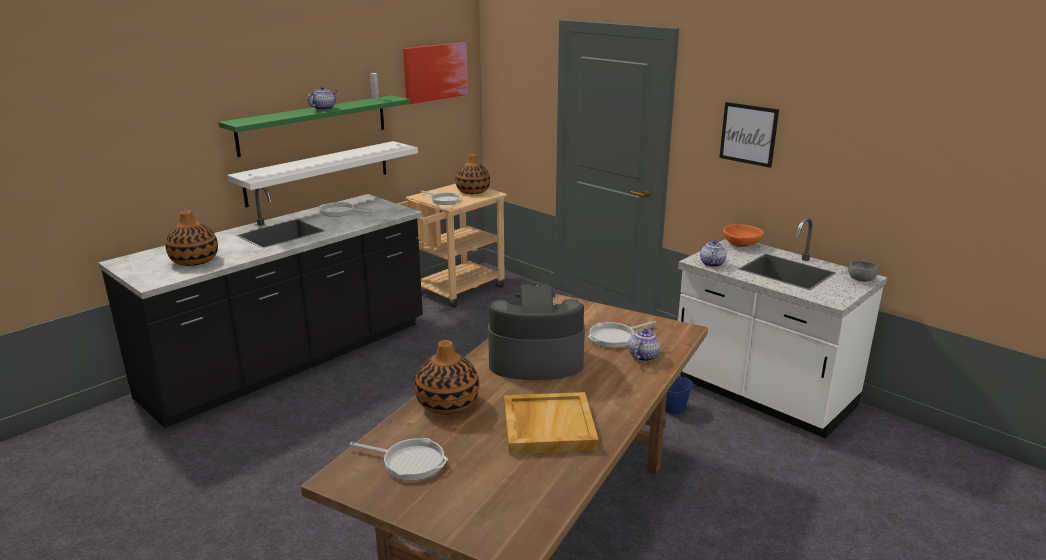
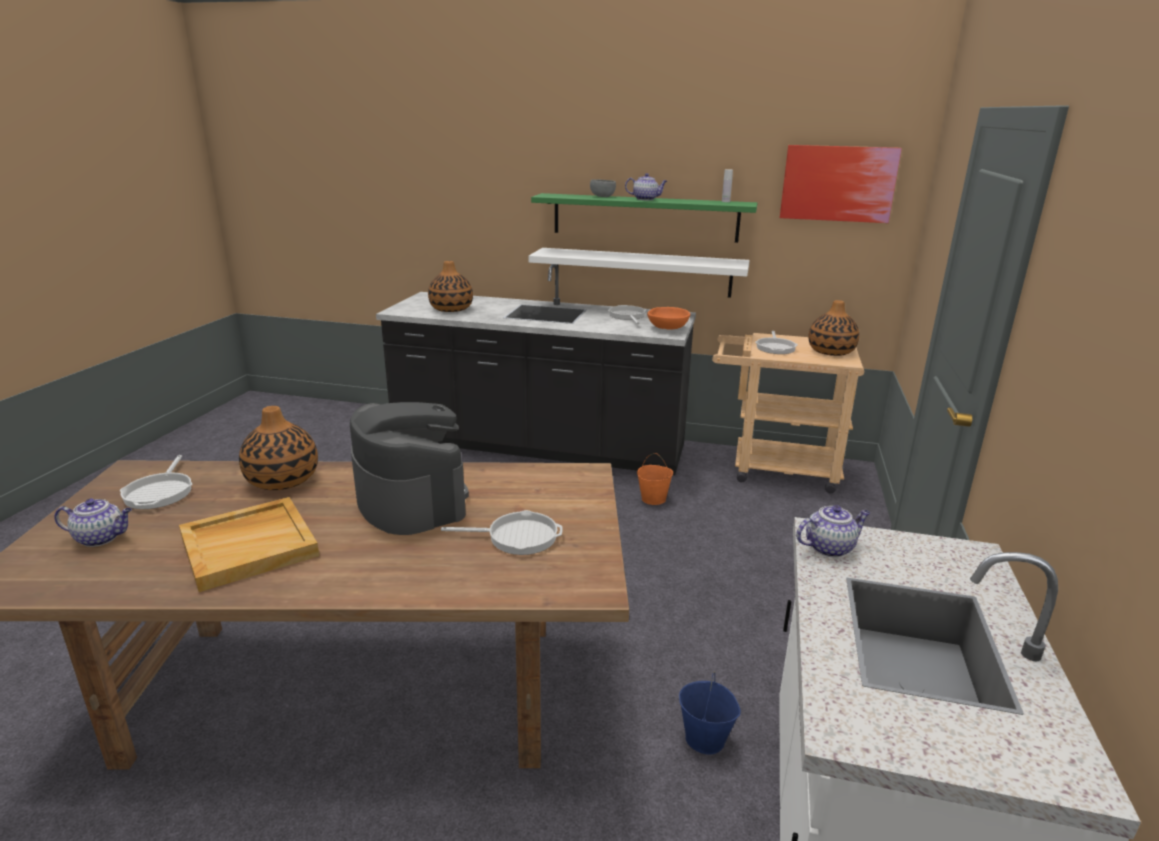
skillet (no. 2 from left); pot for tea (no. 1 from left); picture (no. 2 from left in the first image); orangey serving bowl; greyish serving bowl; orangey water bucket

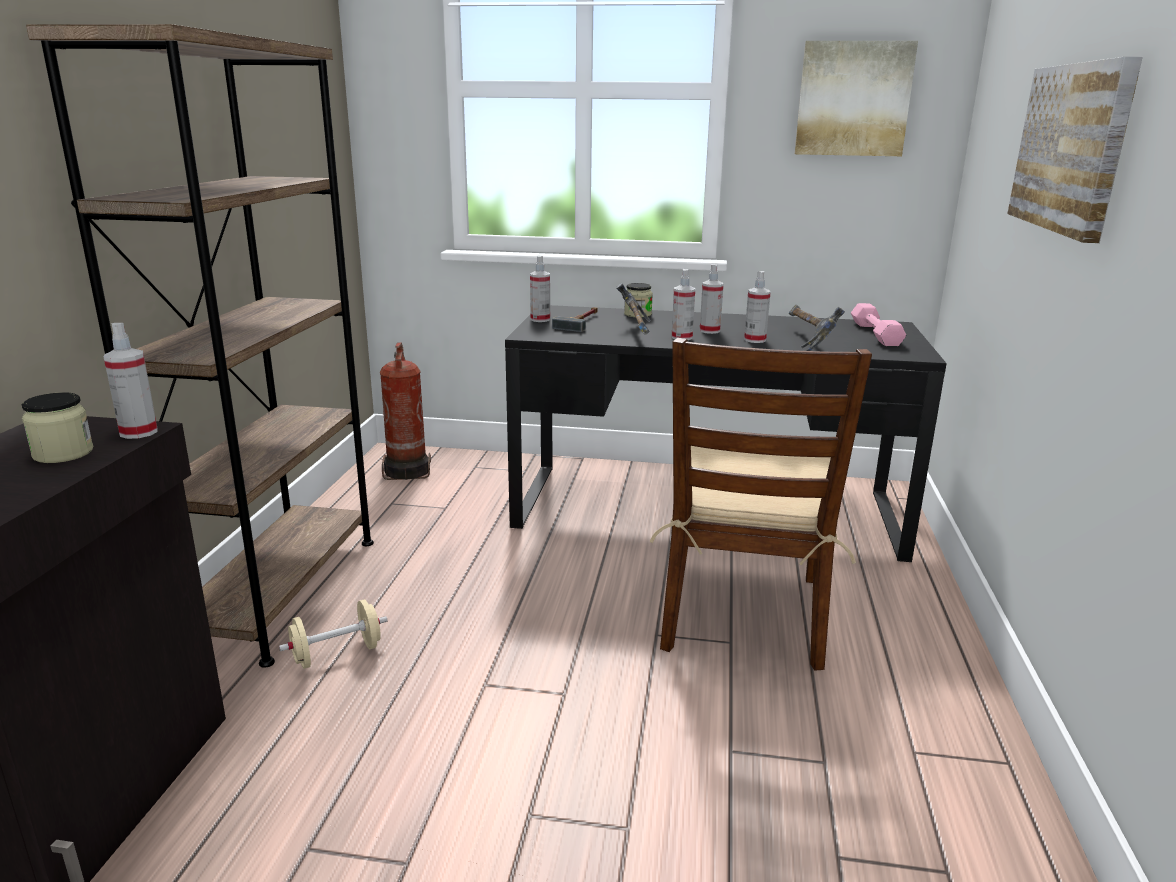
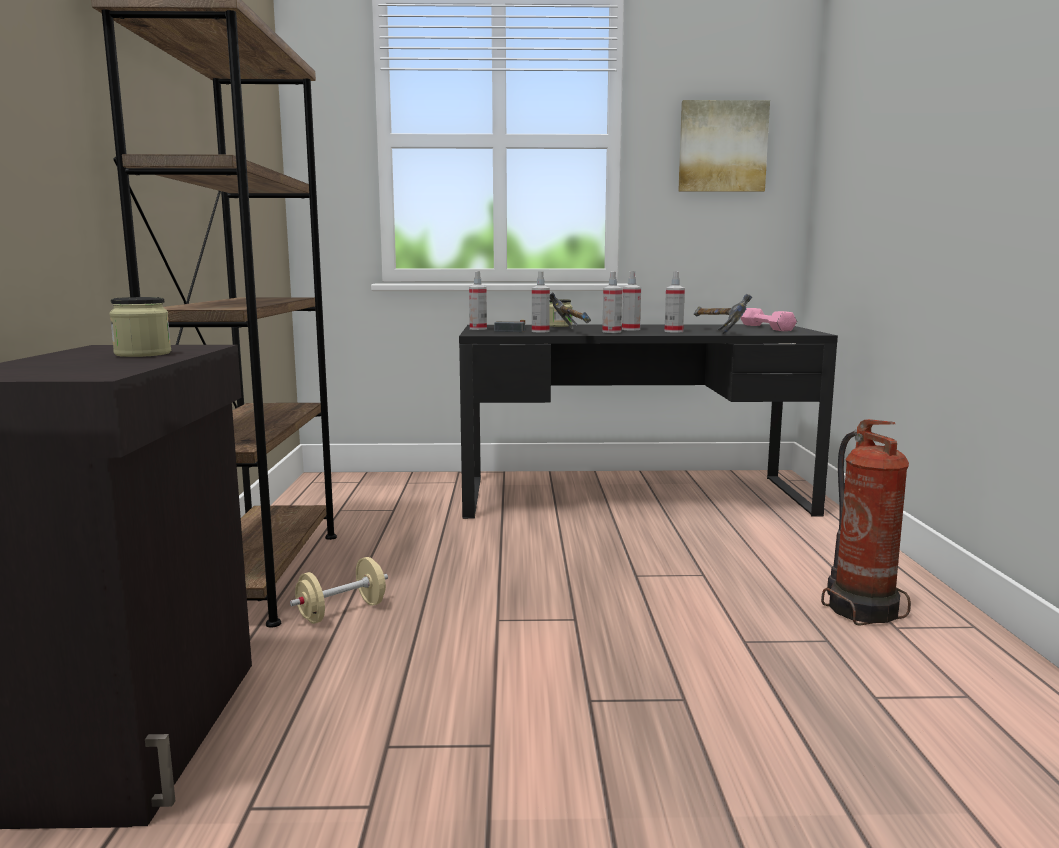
spray bottle (no. 2 from left); fire-fighting cylinder; brown plain chair; picture (no. 2 from left in the first image)

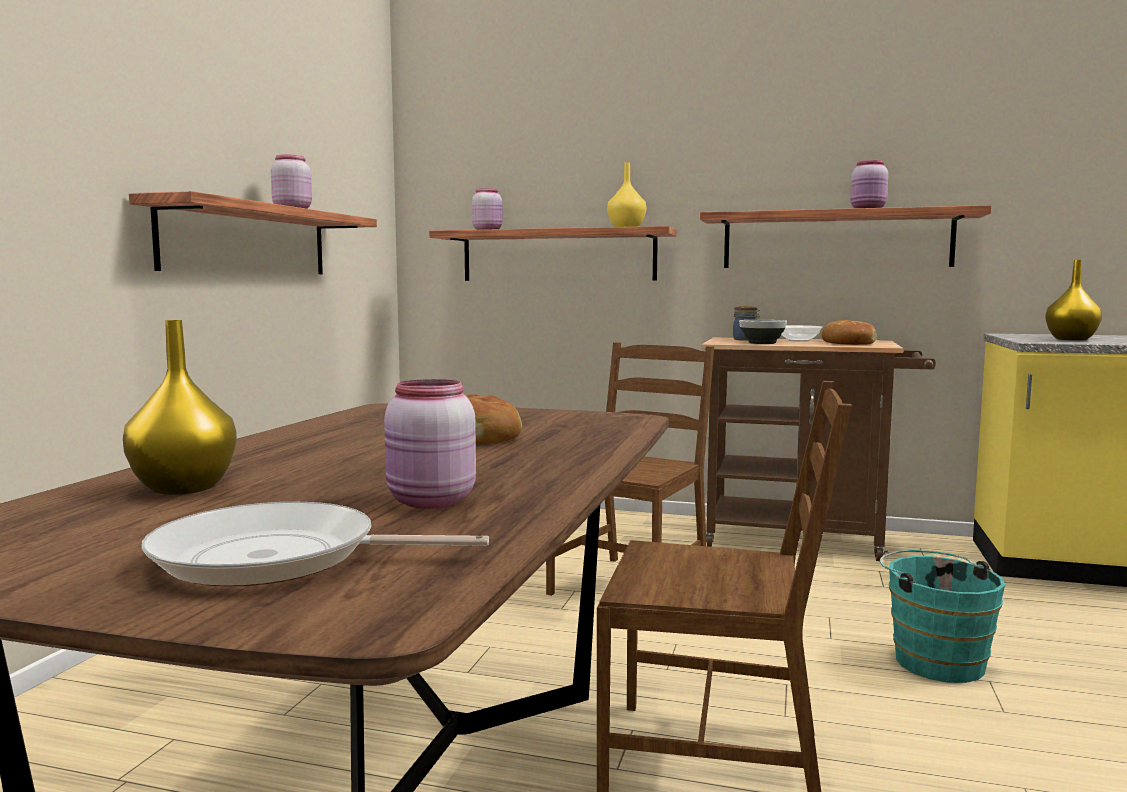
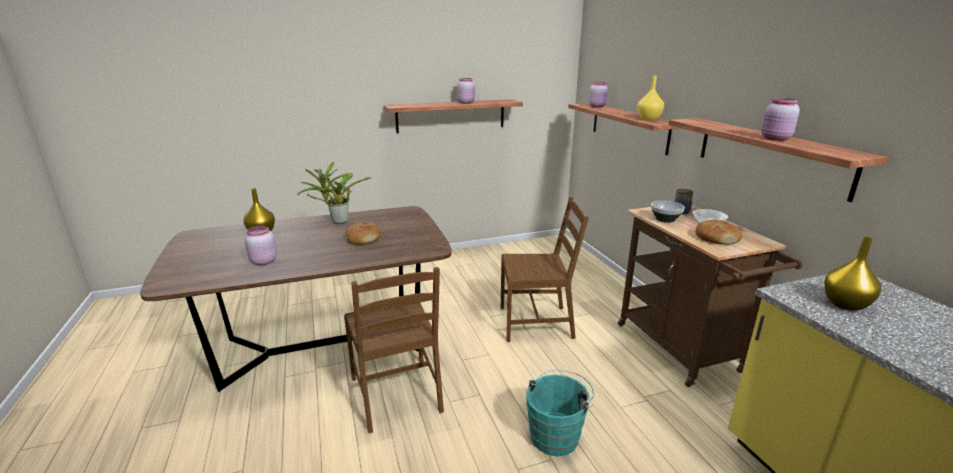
skillet; houseplant

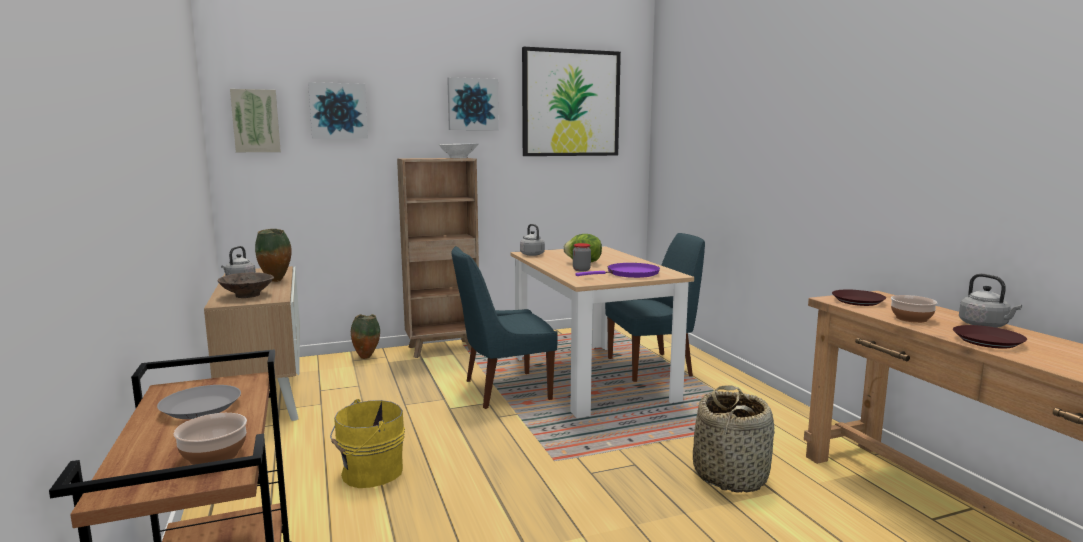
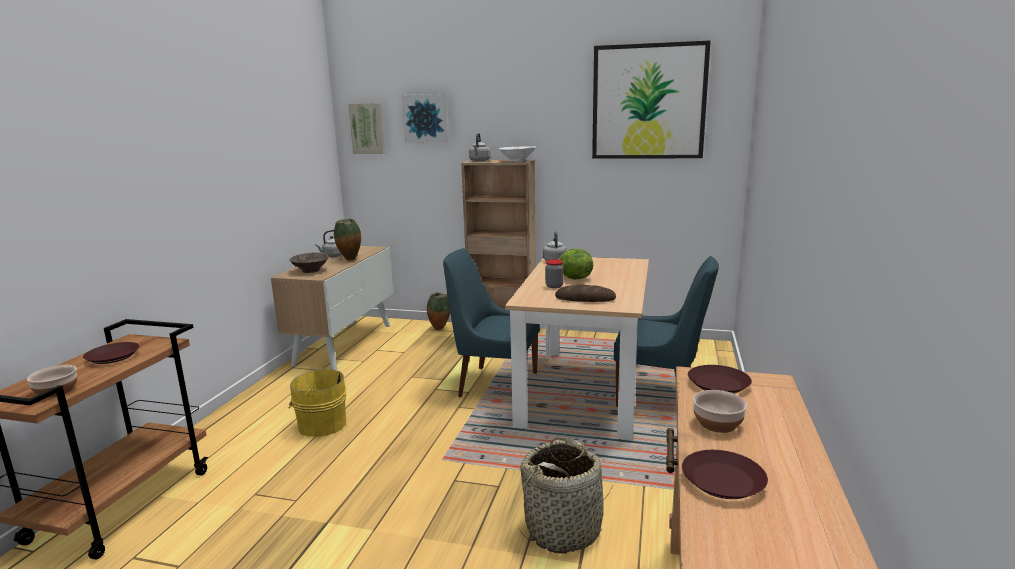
brown plate (no. 1 from left); picture (no. 3 from left in the first image); bakery bread; greyish kettle (no. 2 from left)

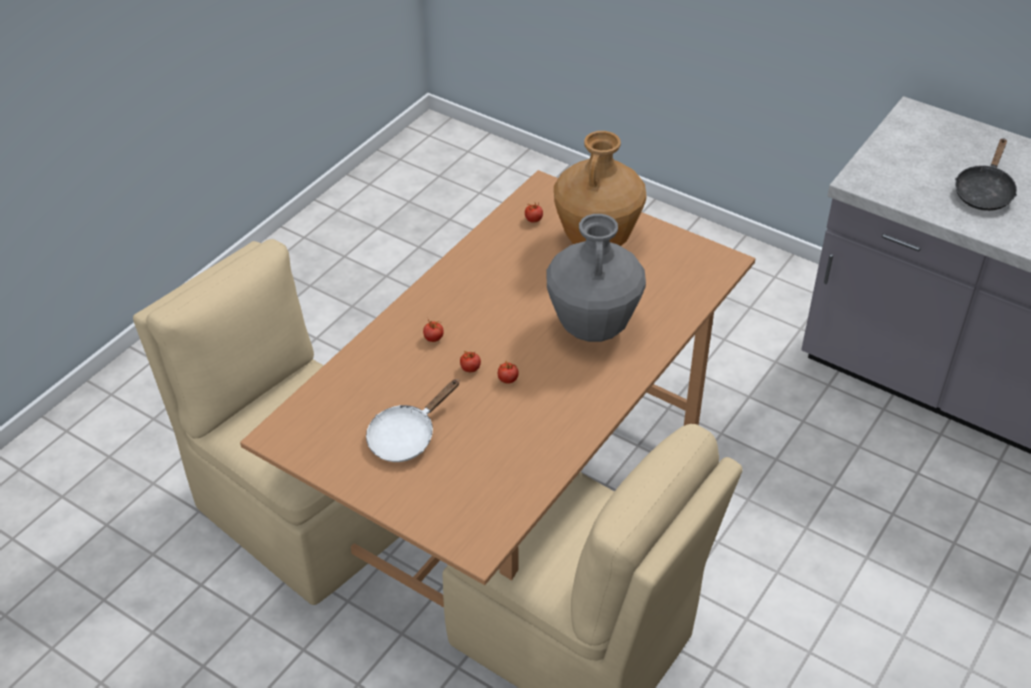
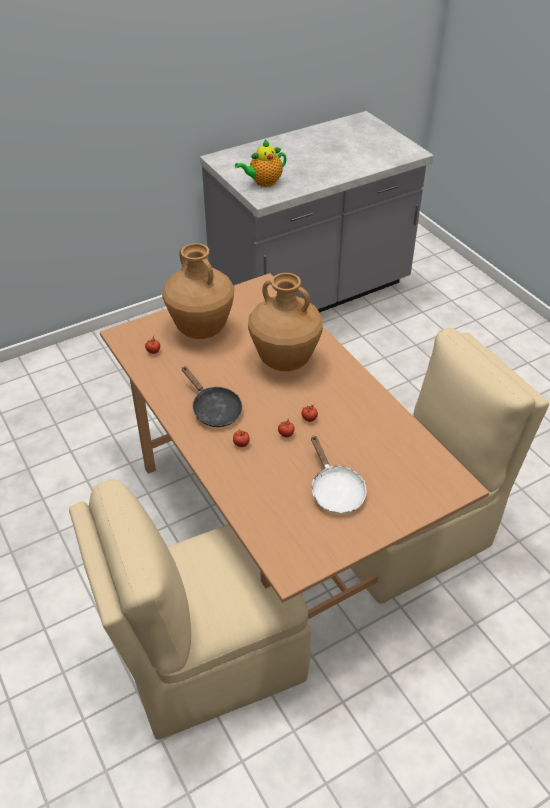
brown flower vase (no. 2 from left); black-coloured skillet; pot for tea

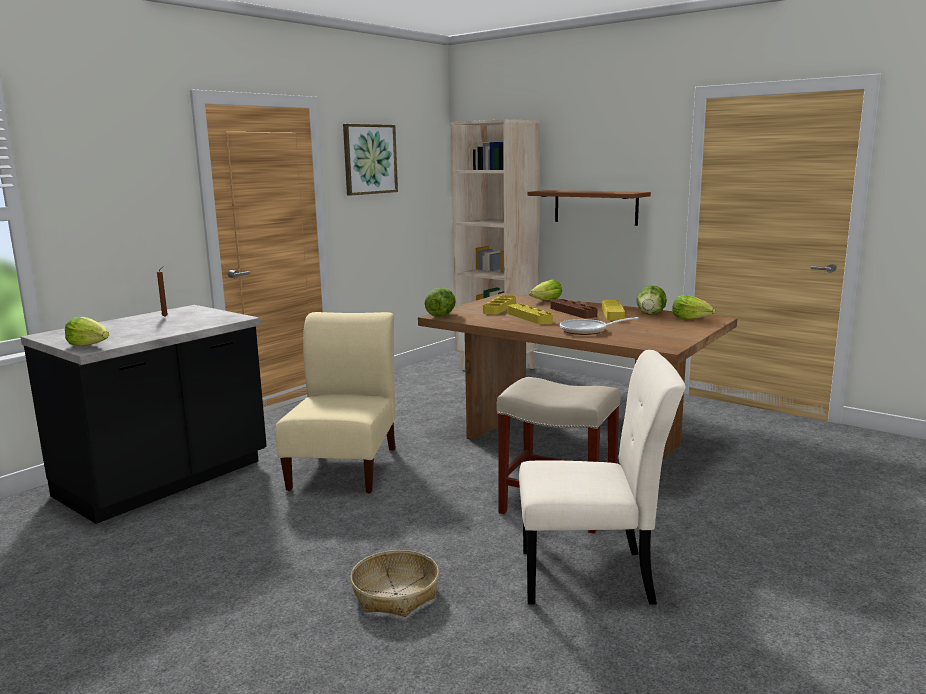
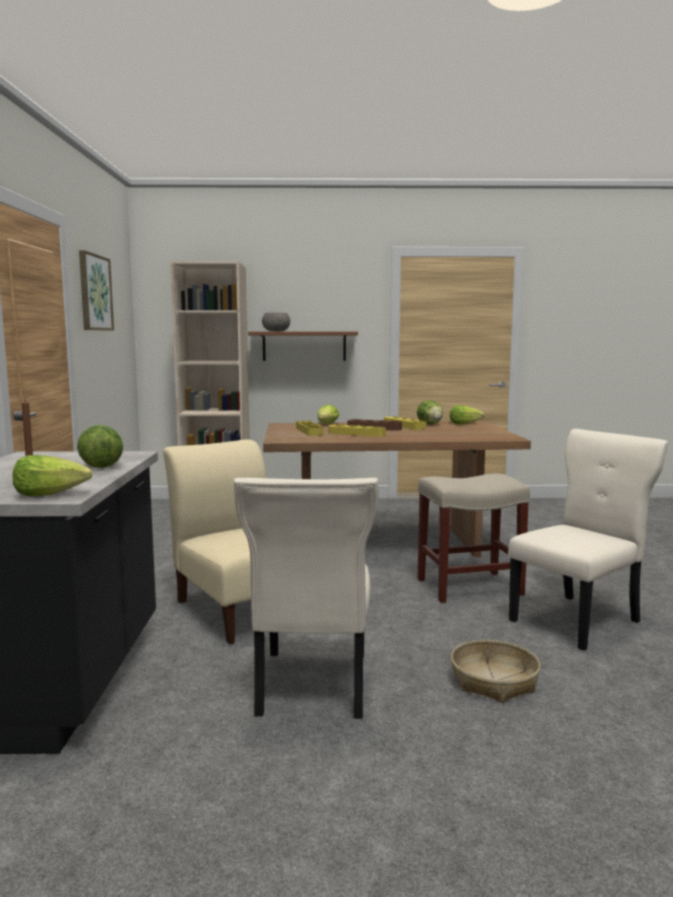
lettuce (no. 2 from left); skillet; sand-coloured plain chair (no. 2 from left); greyish serving bowl

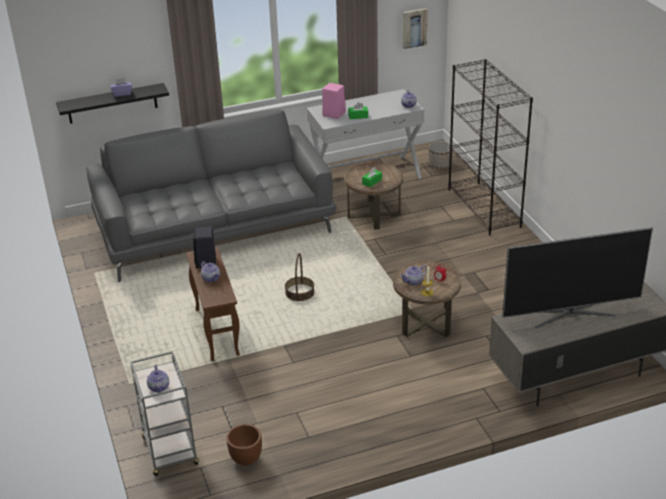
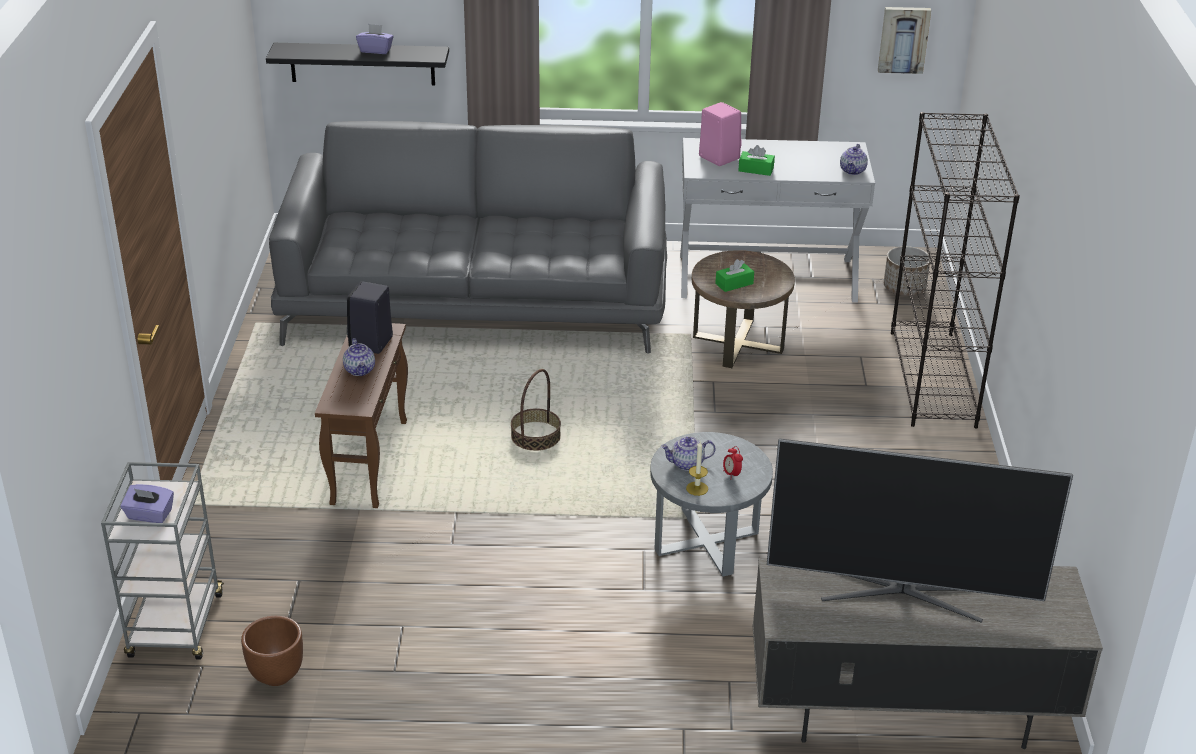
purple tissue box (no. 1 from left); greyish end table

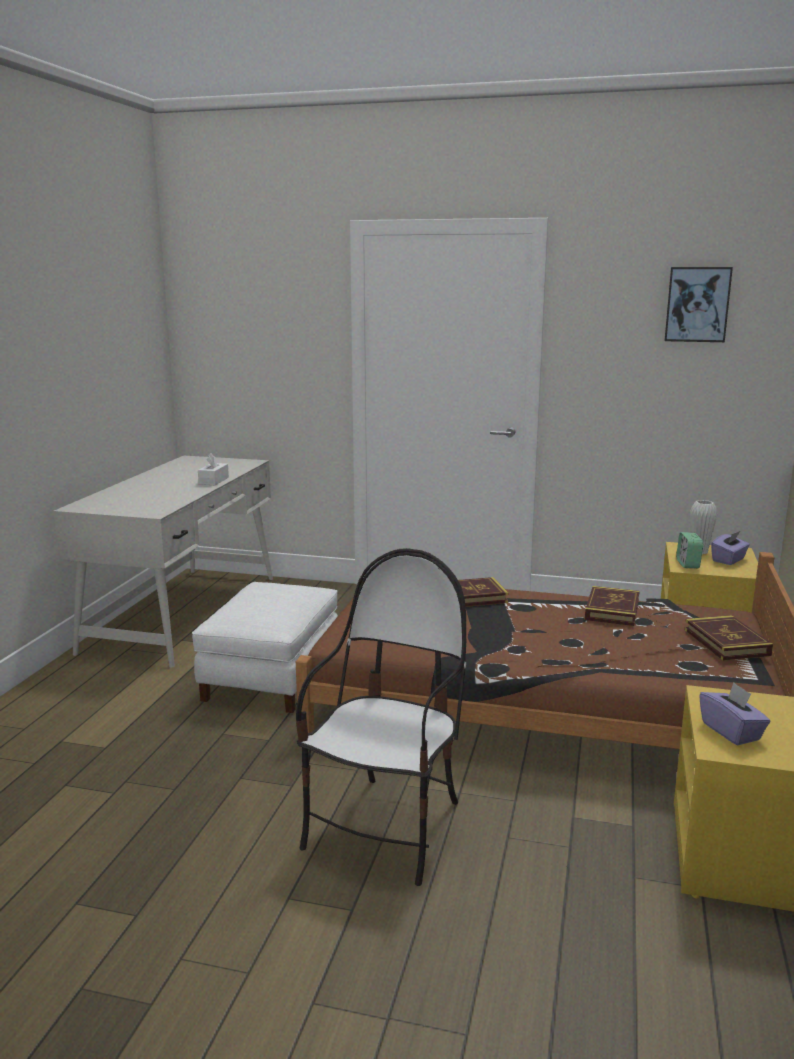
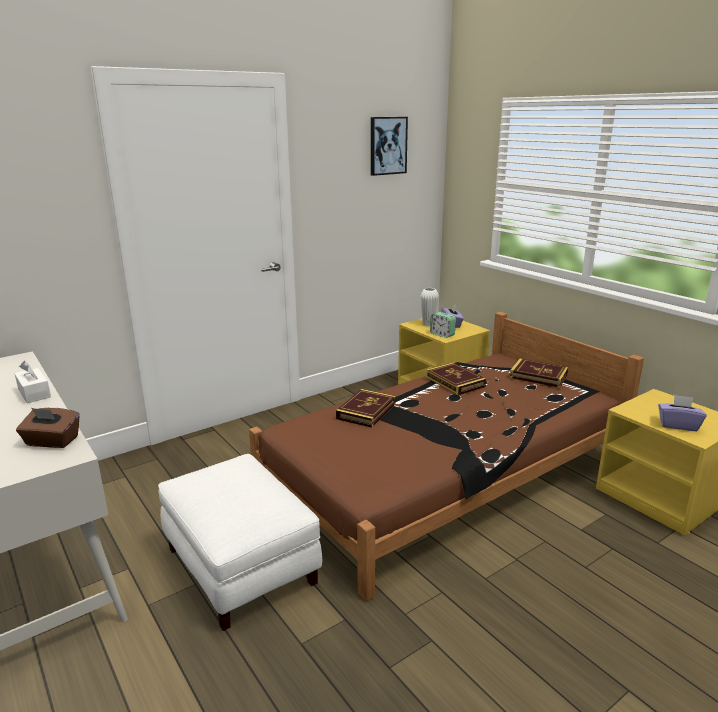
plain chair; brown tissue box

